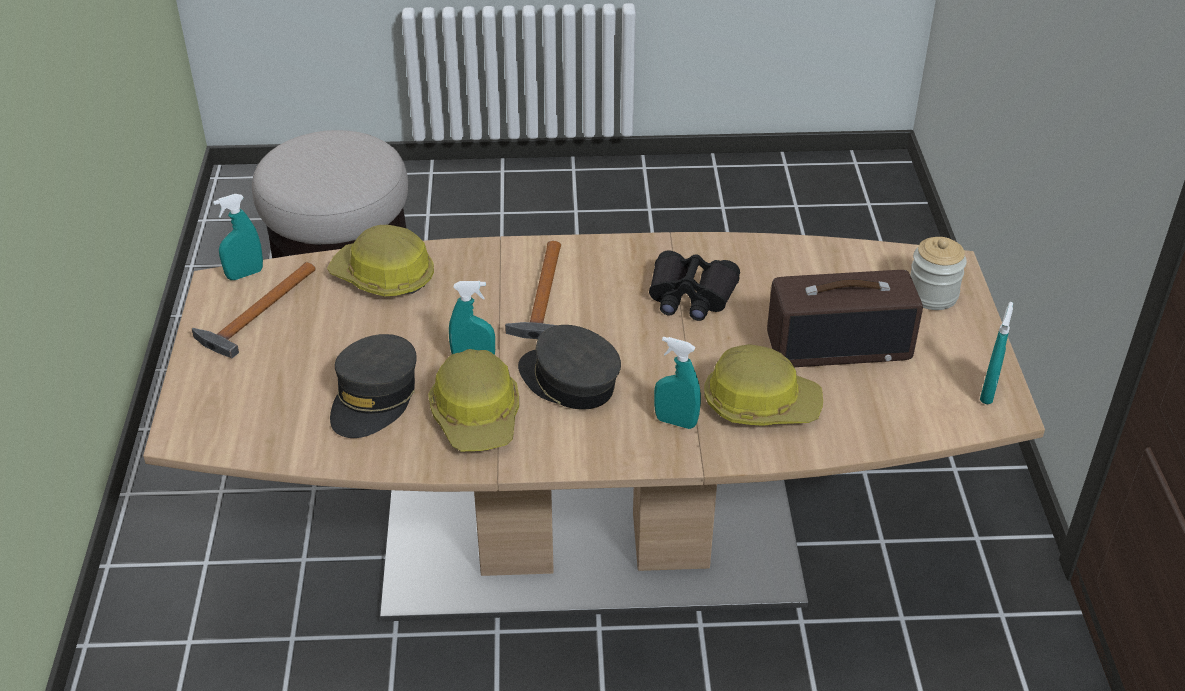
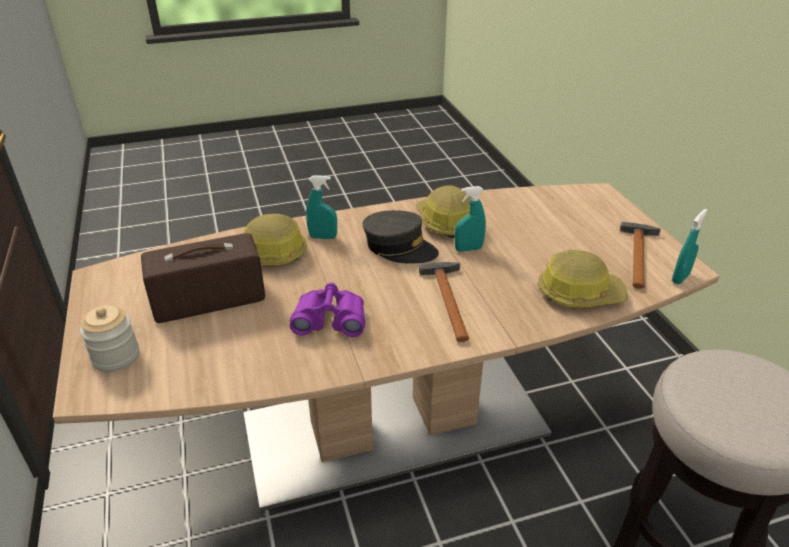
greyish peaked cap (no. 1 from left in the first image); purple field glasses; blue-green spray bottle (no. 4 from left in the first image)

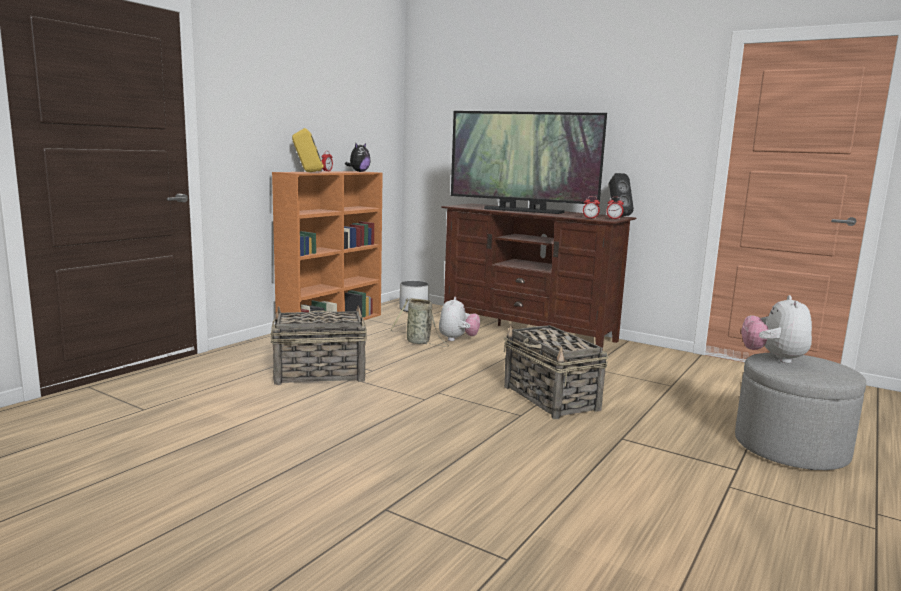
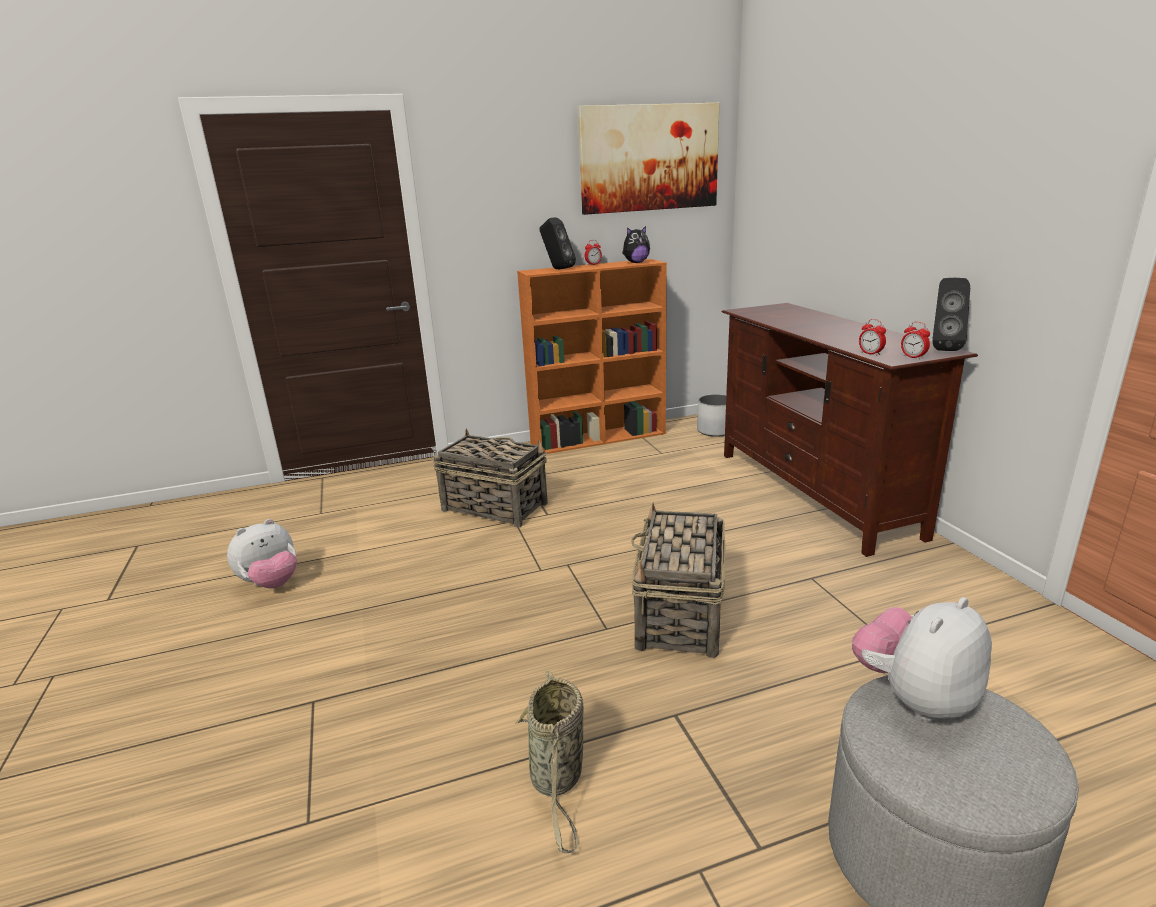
black-coloured speaker (no. 1 from left); storage basket (no. 2 from left); soft toy (no. 1 from left); television; picture

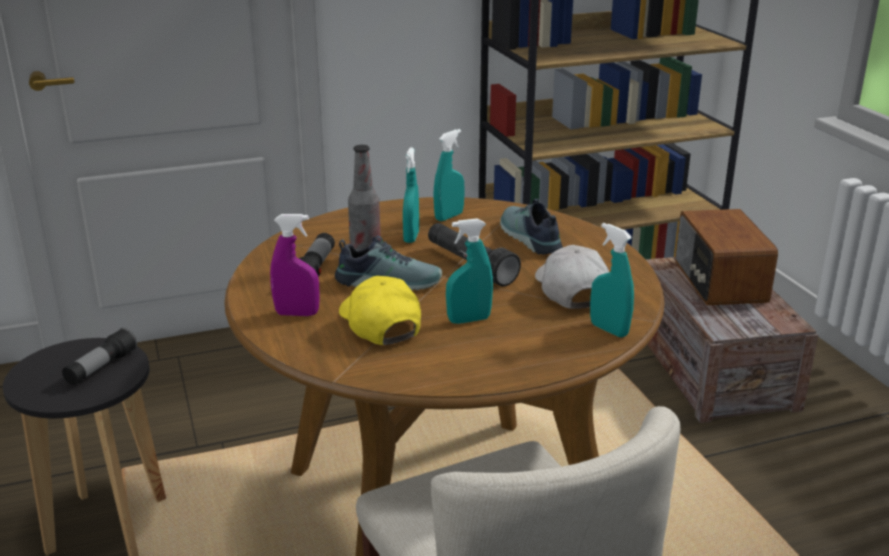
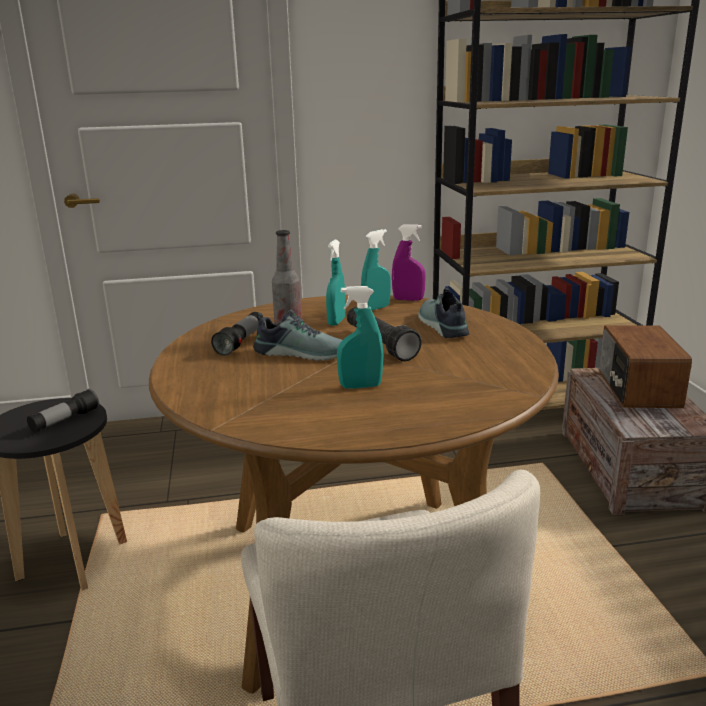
purple spray bottle; yellow peaked cap; whitish peaked cap; blue-green spray bottle (no. 4 from left in the first image)

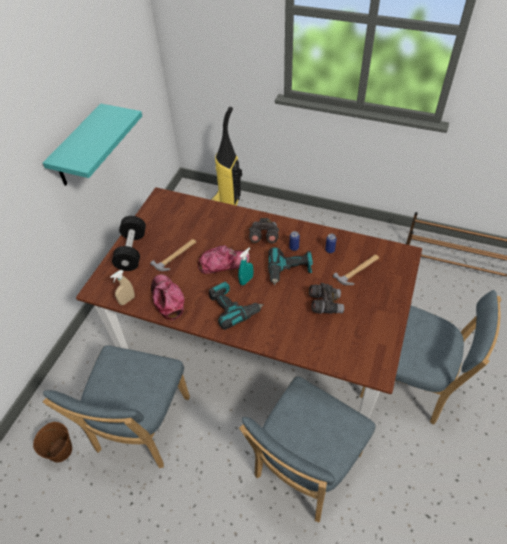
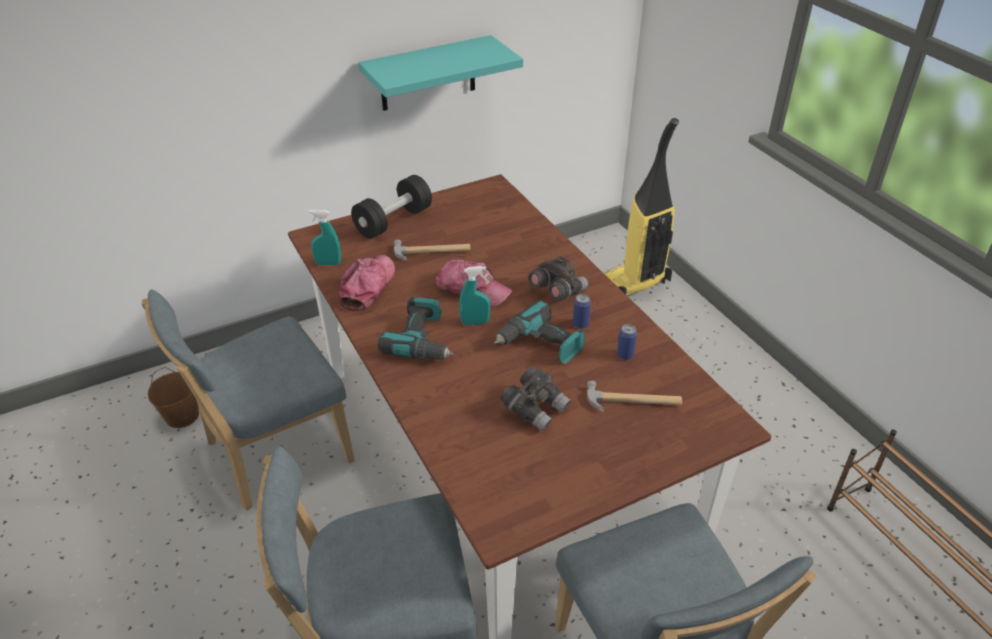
blue-green spray bottle (no. 1 from left)

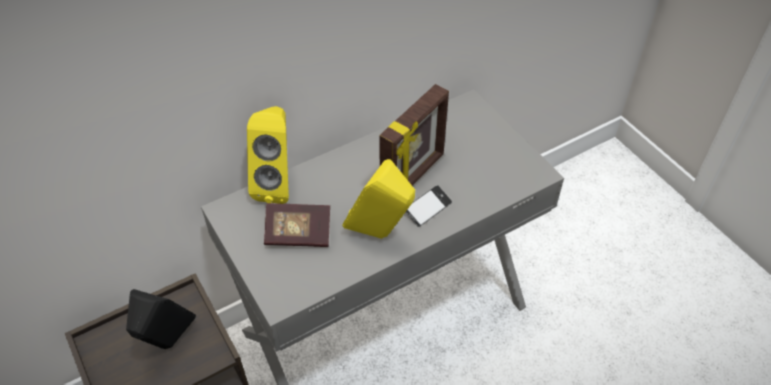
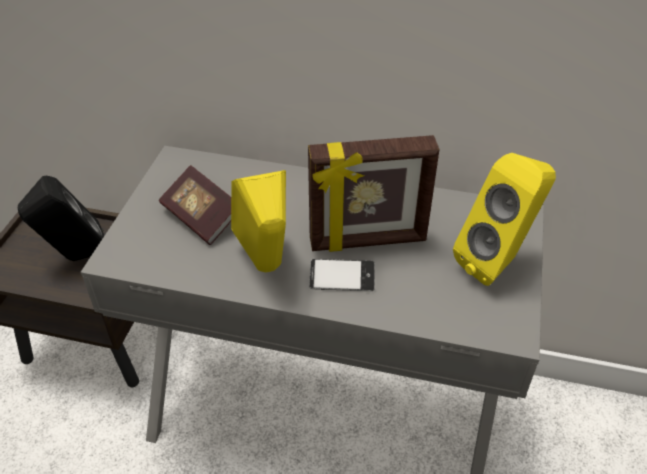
yellow speaker (no. 2 from left)

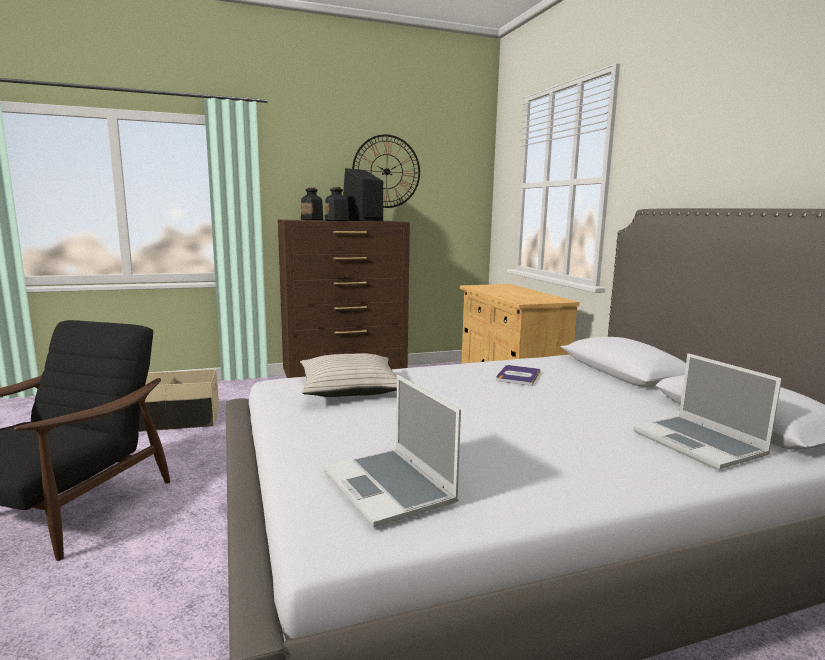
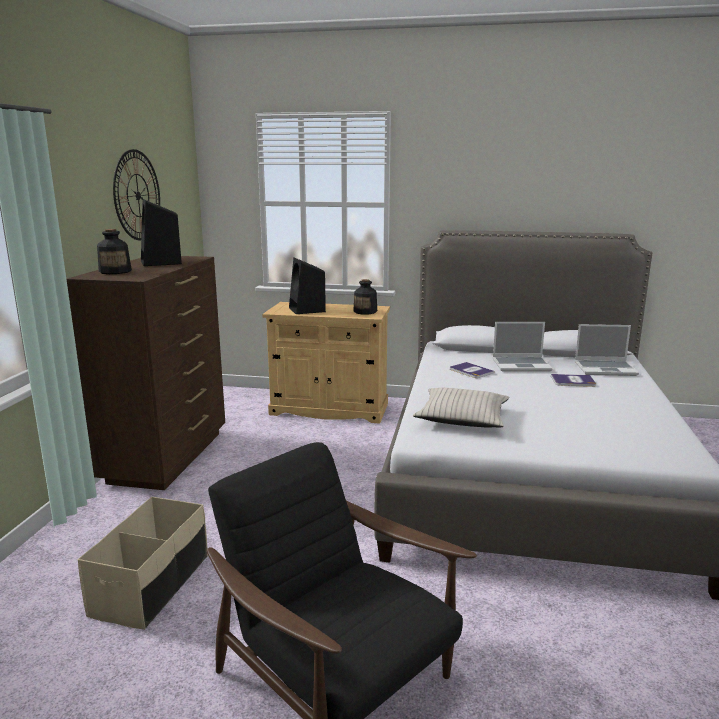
notebook computer (no. 1 from left); beverage bottle (no. 2 from left); black-coloured speaker (no. 2 from left); bound book (no. 2 from left)

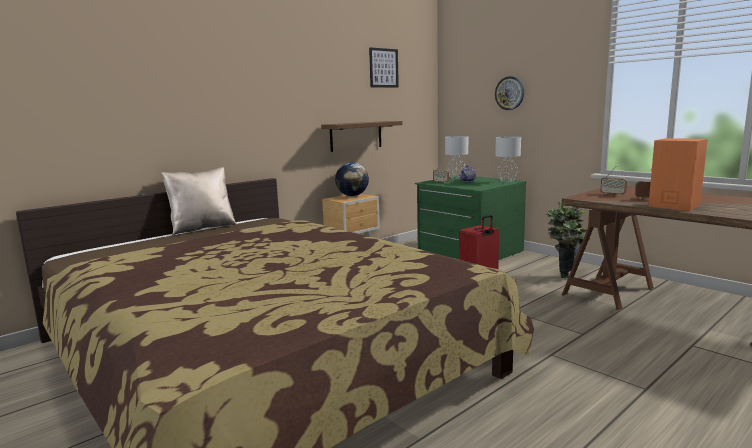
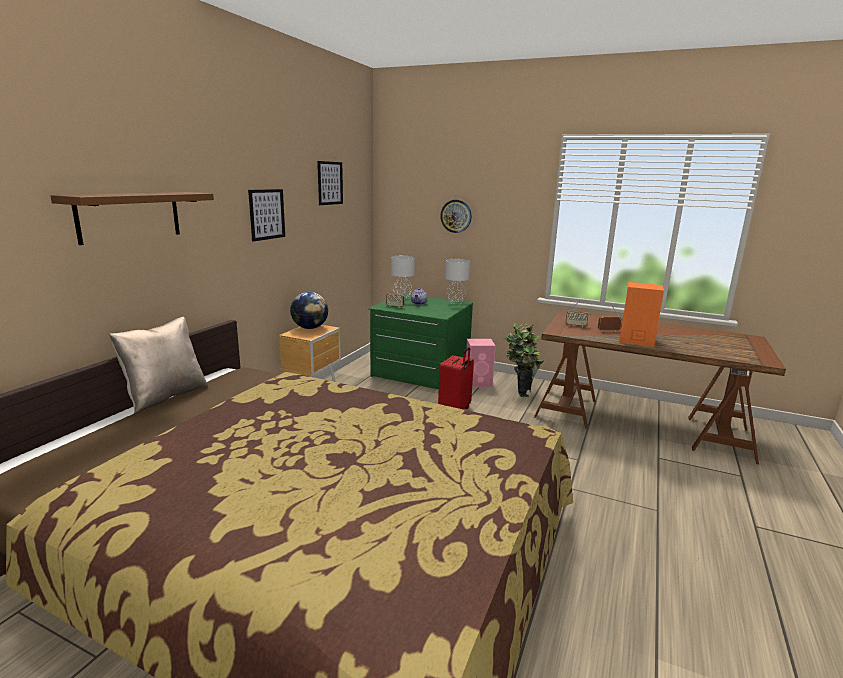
brown bracket shelf; picture (no. 1 from left); pink-coloured speaker

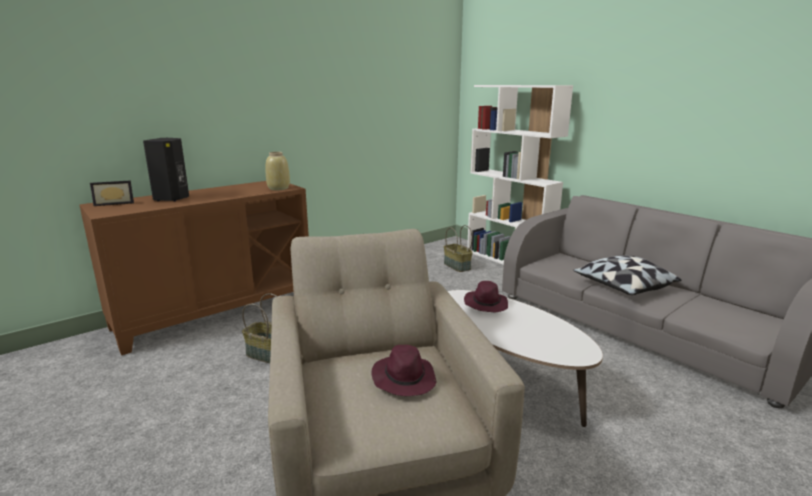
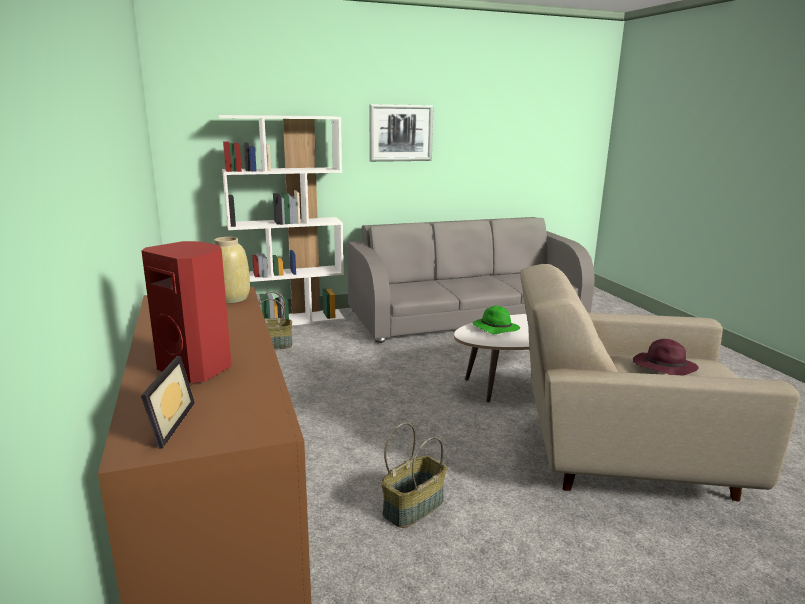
red speaker; green-coloured wearable hat; throw pillow; picture

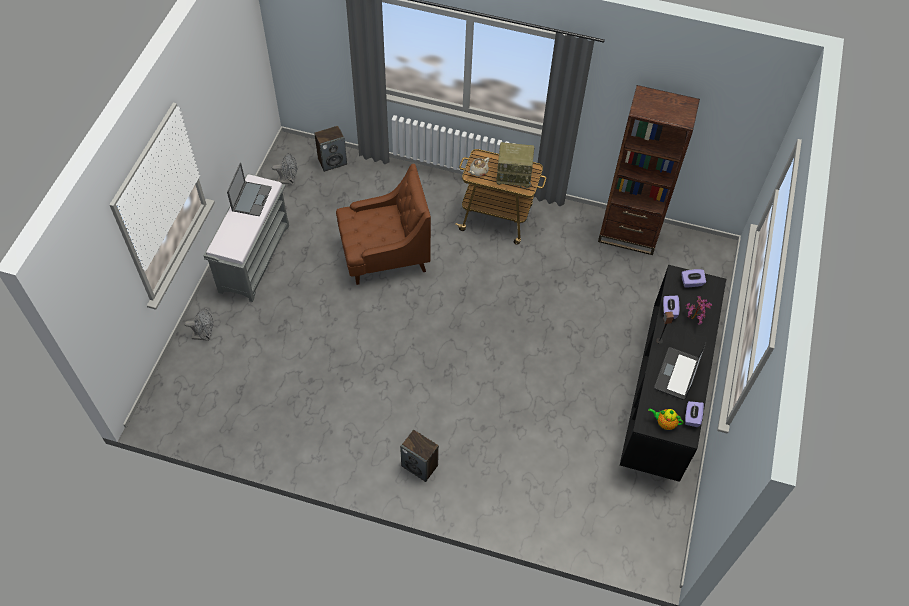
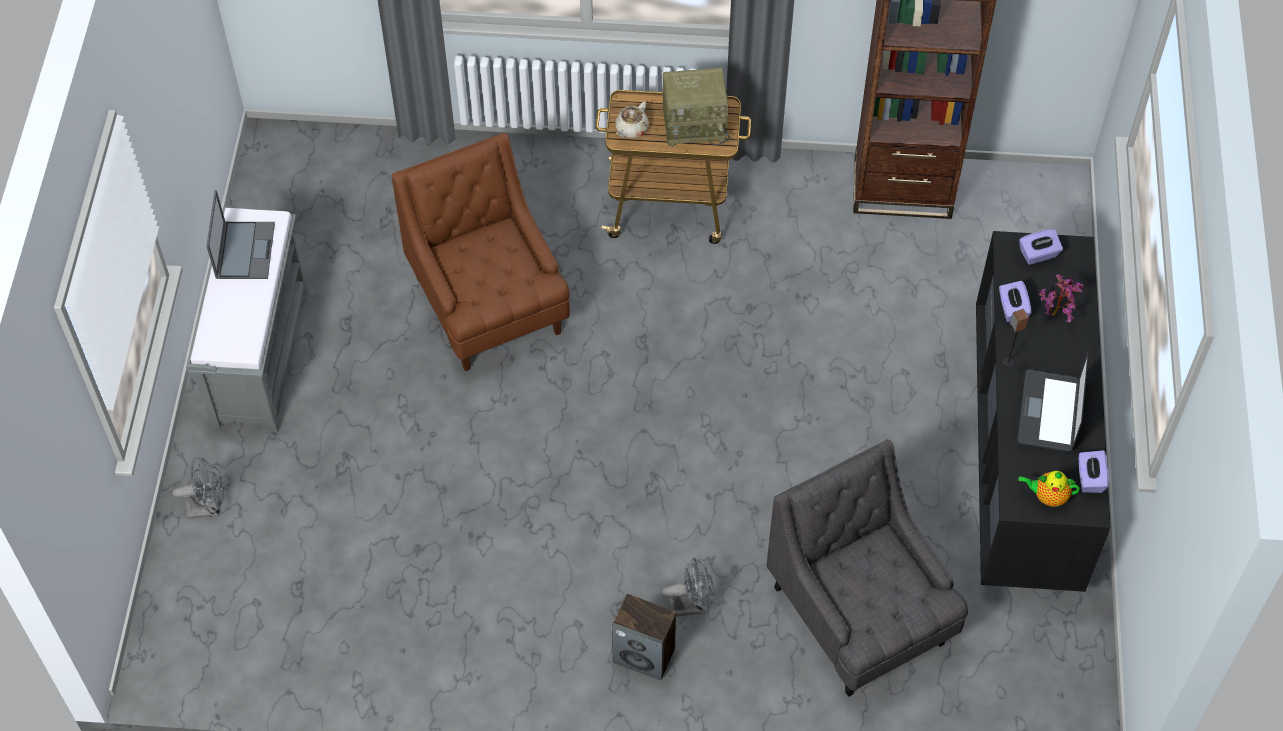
greyish electric fan (no. 2 from left); speaker (no. 1 from left in the first image); brown easy chair; greyish easy chair

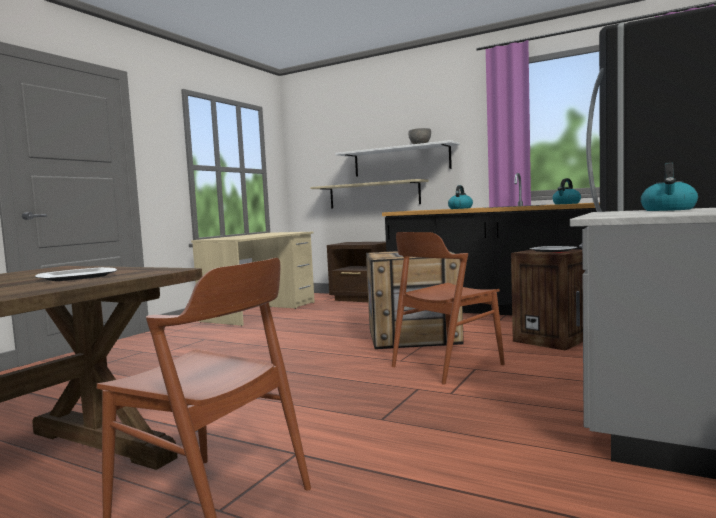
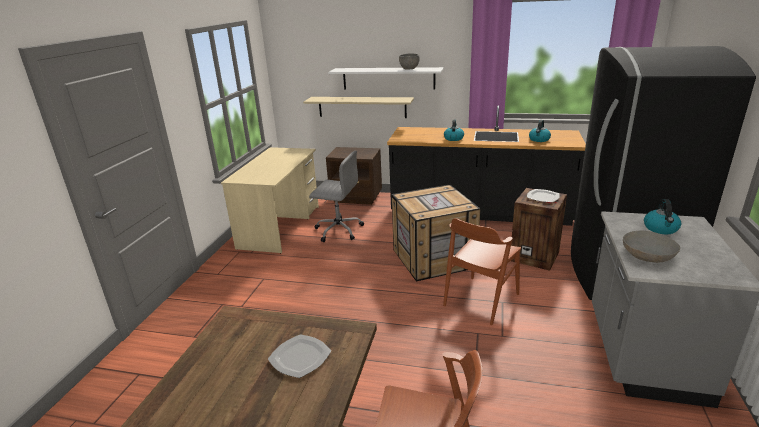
greyish computer chair; greyish serving bowl (no. 2 from left)

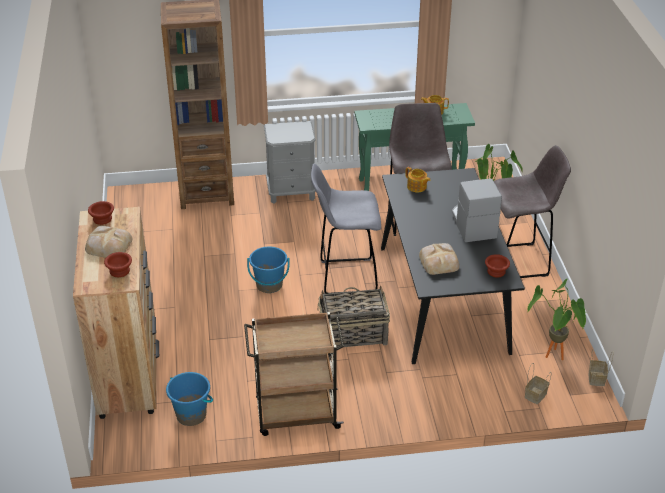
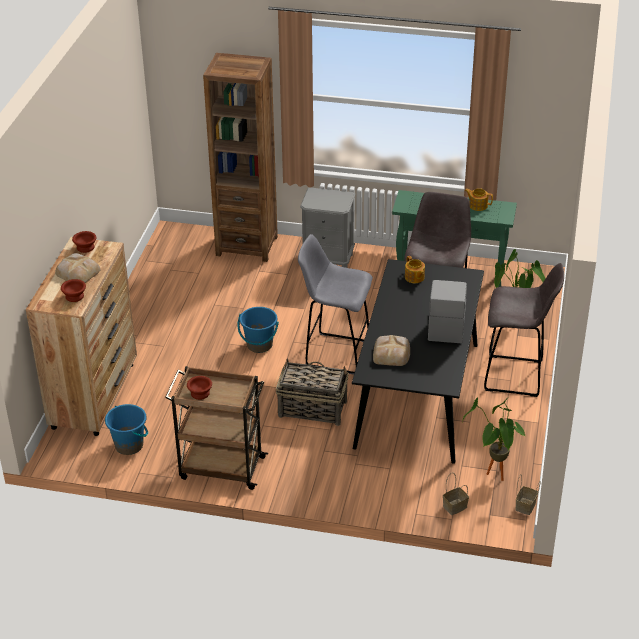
brown serving bowl (no. 3 from left)

